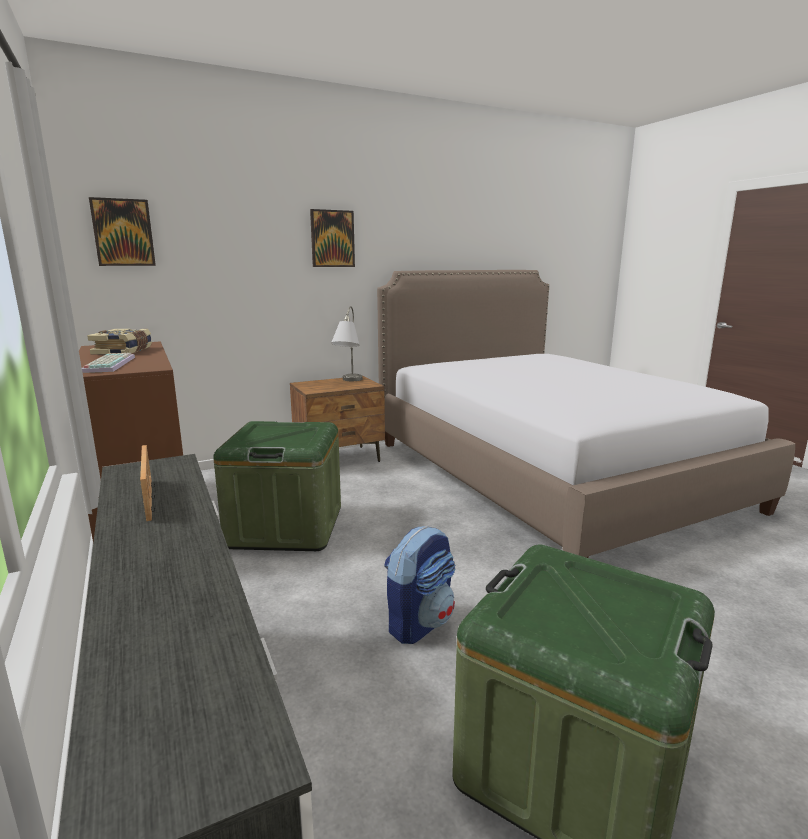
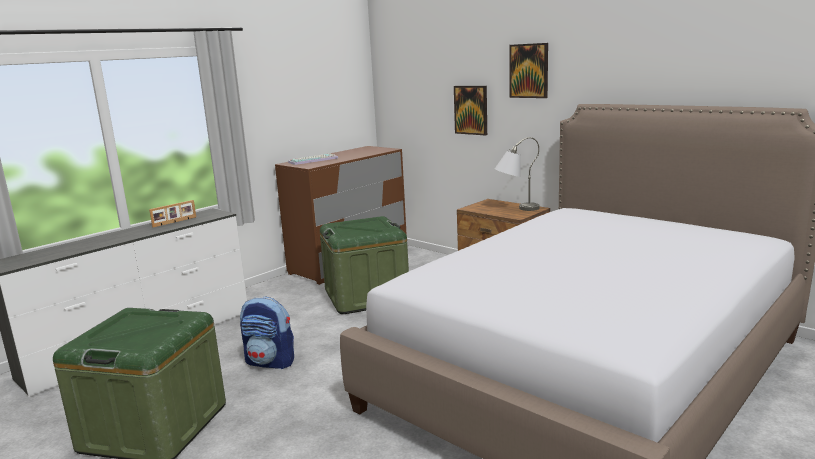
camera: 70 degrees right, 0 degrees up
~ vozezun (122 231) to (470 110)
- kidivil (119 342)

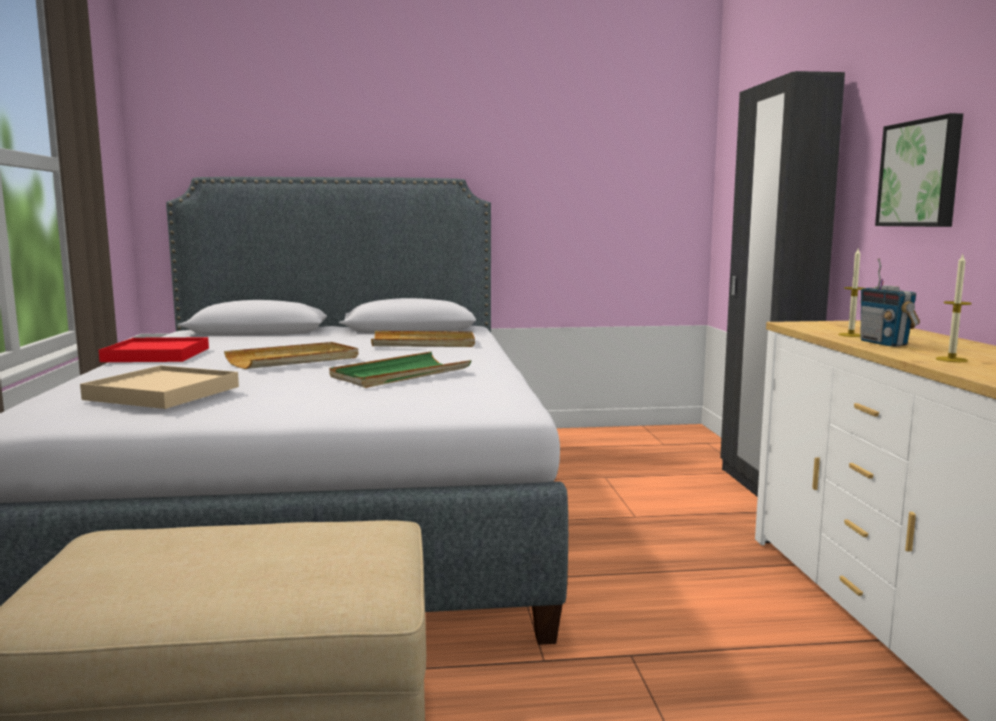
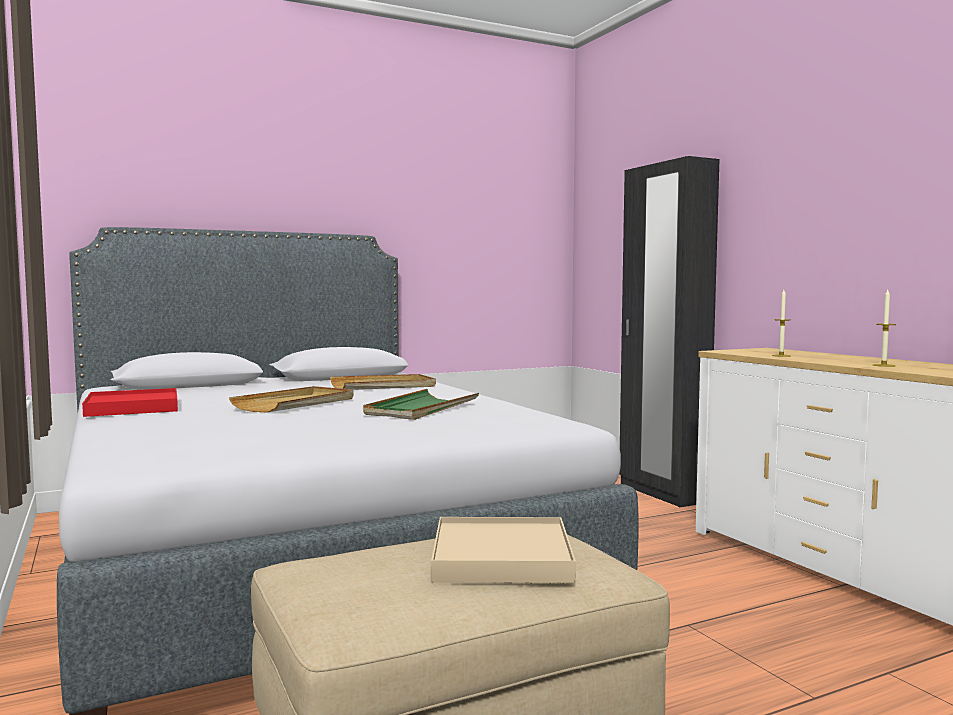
camera: 20 degrees left, 5 degrees down
~ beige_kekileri (159 387) to (503 550)
- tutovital (890 302)
- vozezun (919 170)

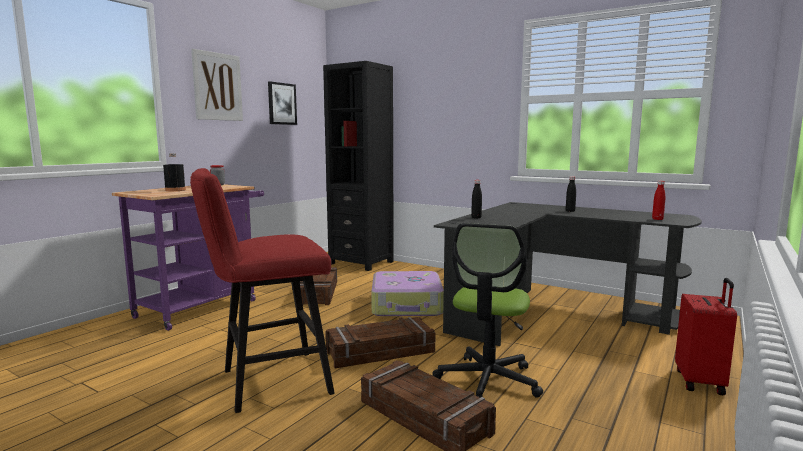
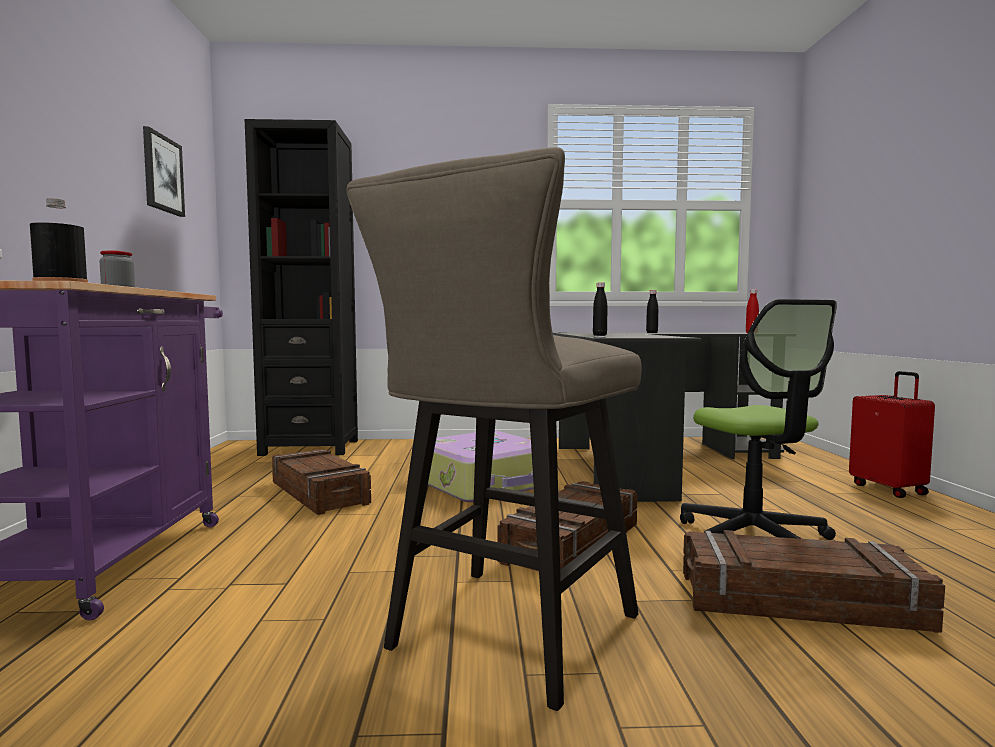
camera: 35 degrees left, 5 degrees down
~ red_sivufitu (262 290) to beige_sivufitu (494 429)
- vozezun (217 85)

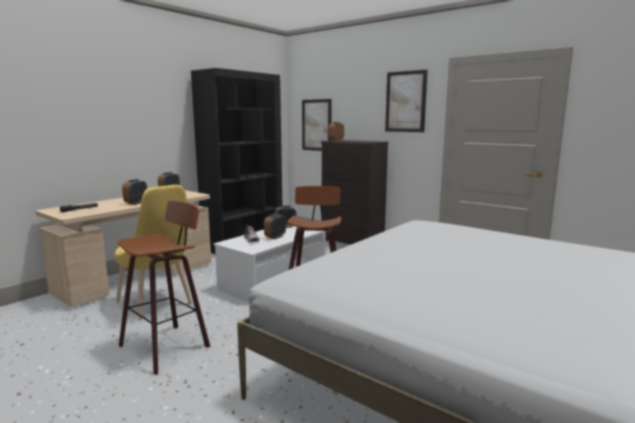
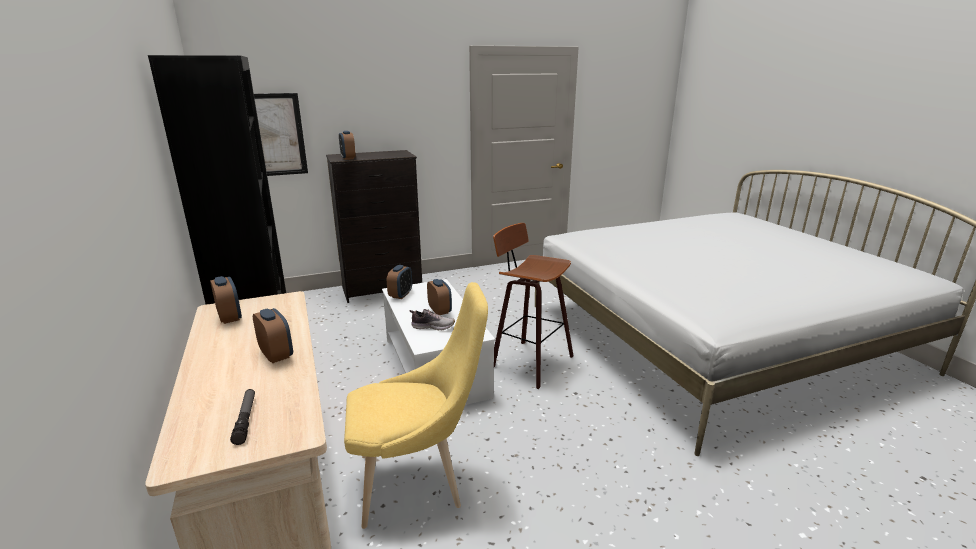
camera: 60 degrees left, 10 degrees up
- sivufitu (164 287)
- vozezun (406 101)

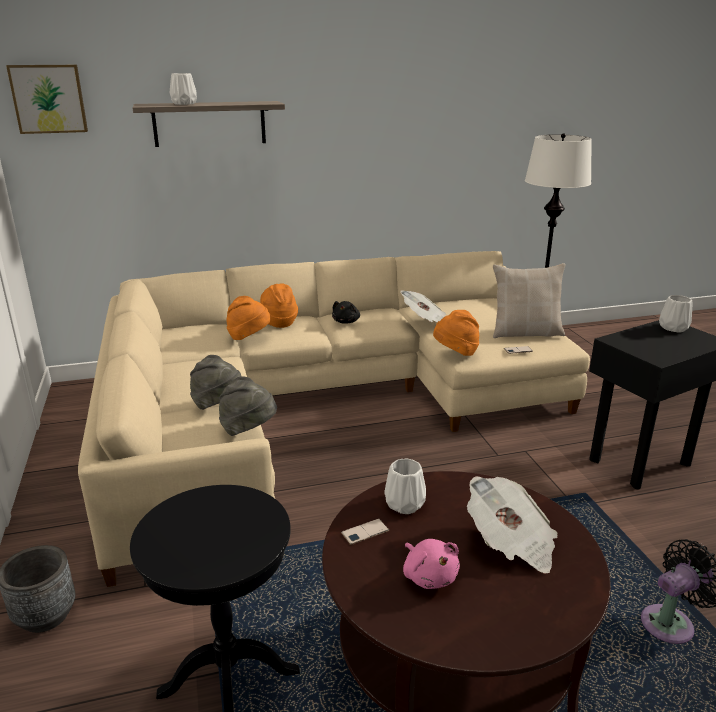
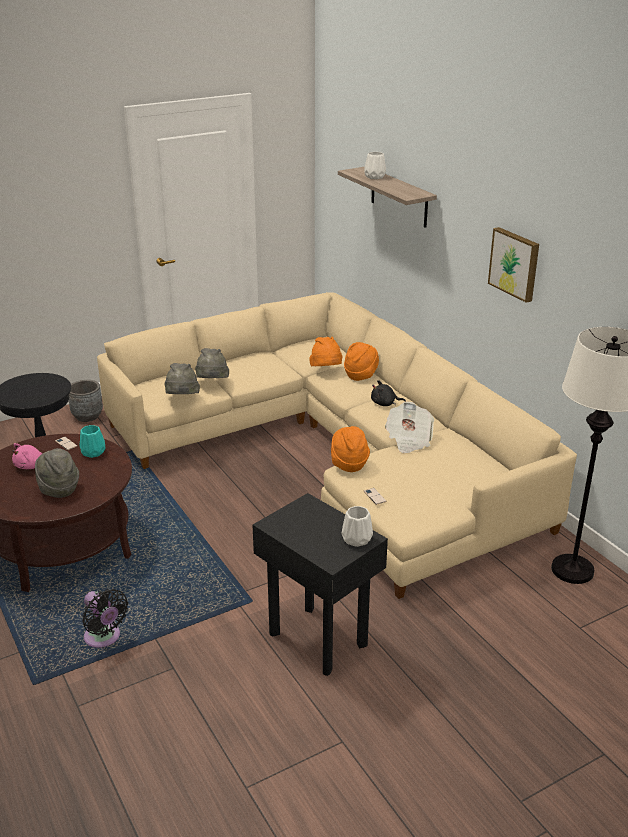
camera: 75 degrees right, 5 degrees up
~ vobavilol (512 525) to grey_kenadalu (57 473)
~ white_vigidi (405 486) to turquoise_vigidi (92 441)
~ vozezun (47 99) to (513 265)
- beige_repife (529 300)

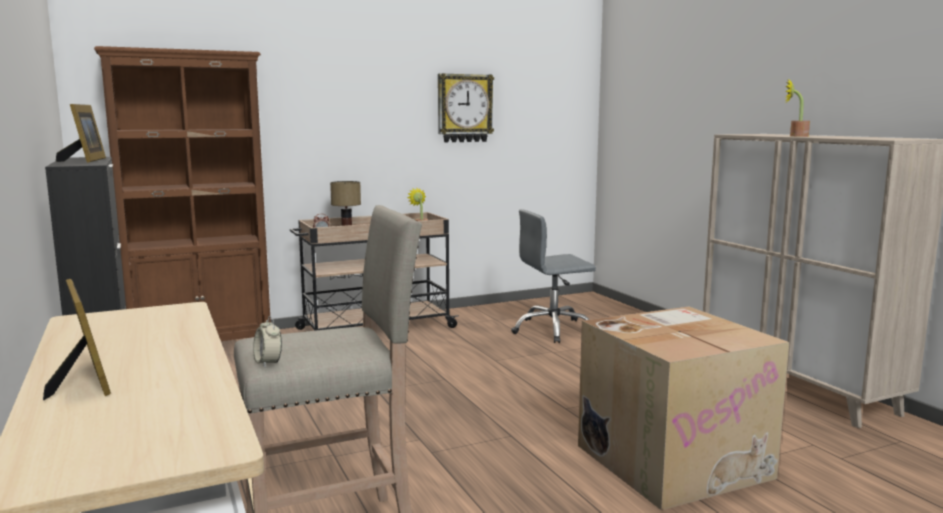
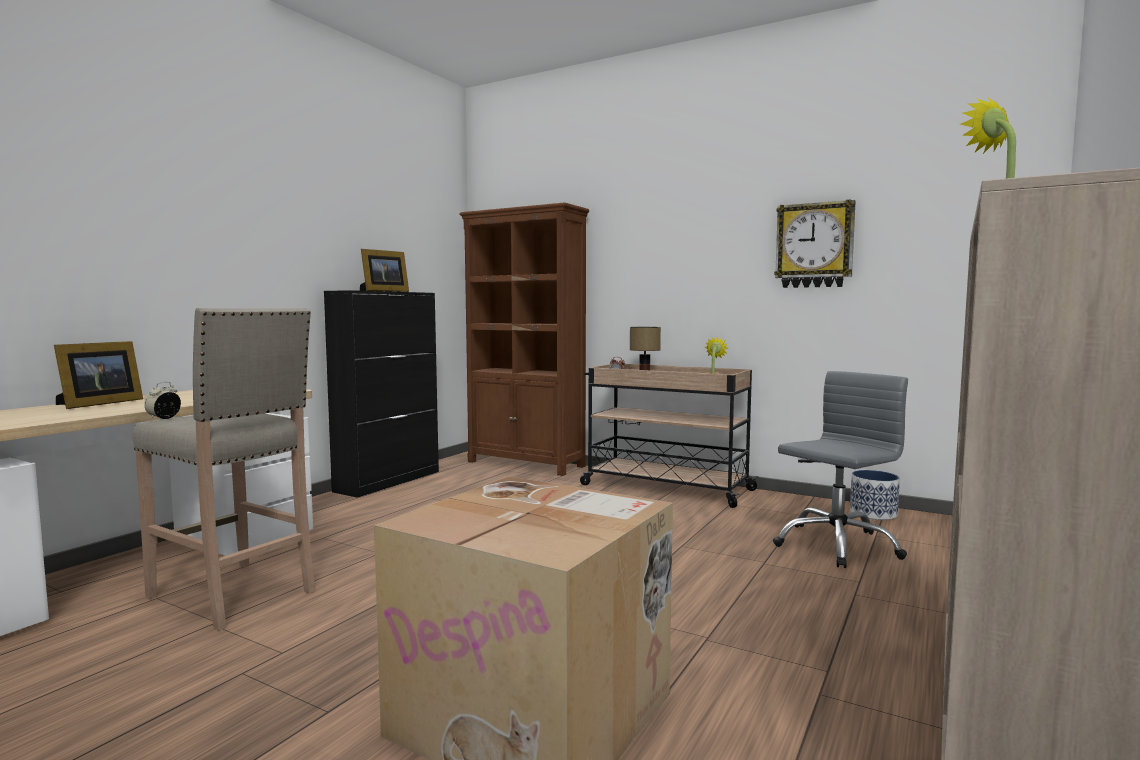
camera: 55 degrees right, 5 degrees down
~ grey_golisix (553 276) = (840 469) 105 degrees clockwise
+ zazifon (875 495)

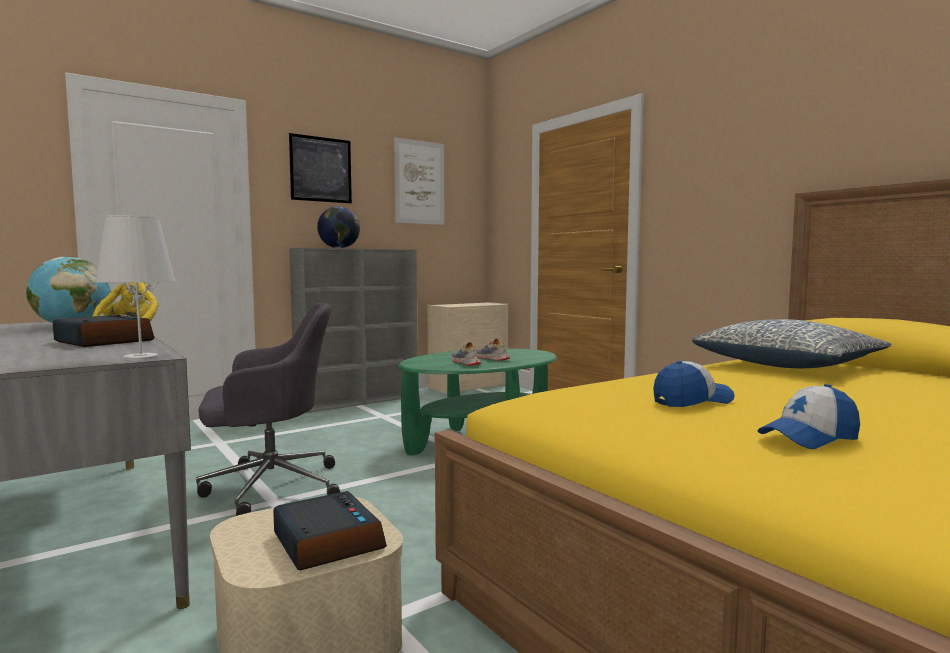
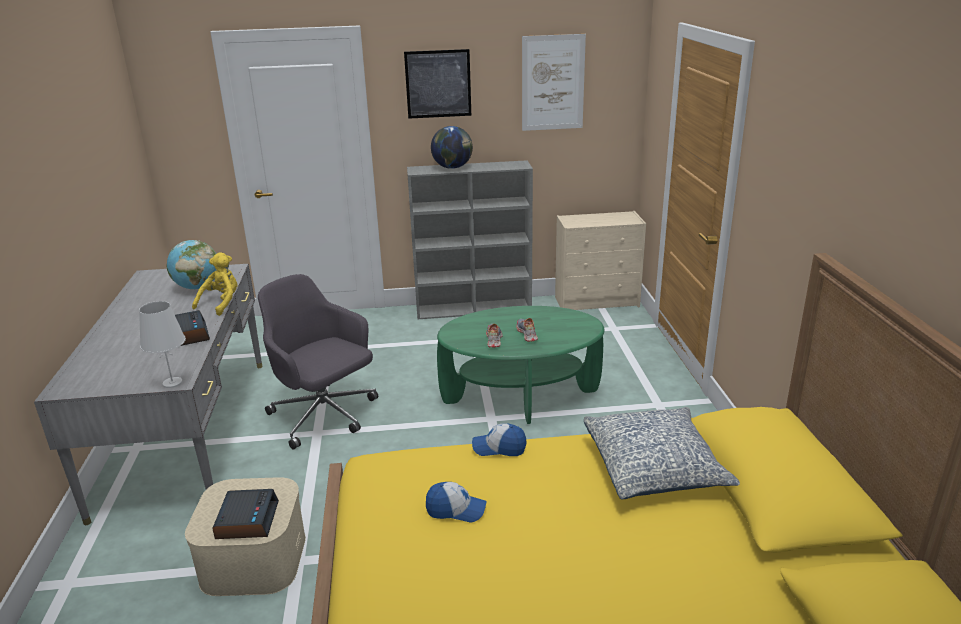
camera: 30 degrees right, 20 degrees up
~ grey_golisix (268 409) = (318 361) 150 degrees counterclockwise
~ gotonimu (809 416) to (499 439)

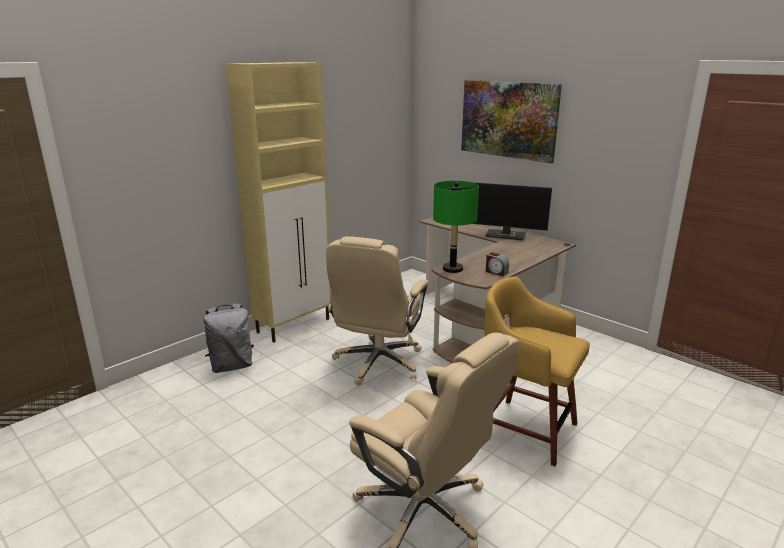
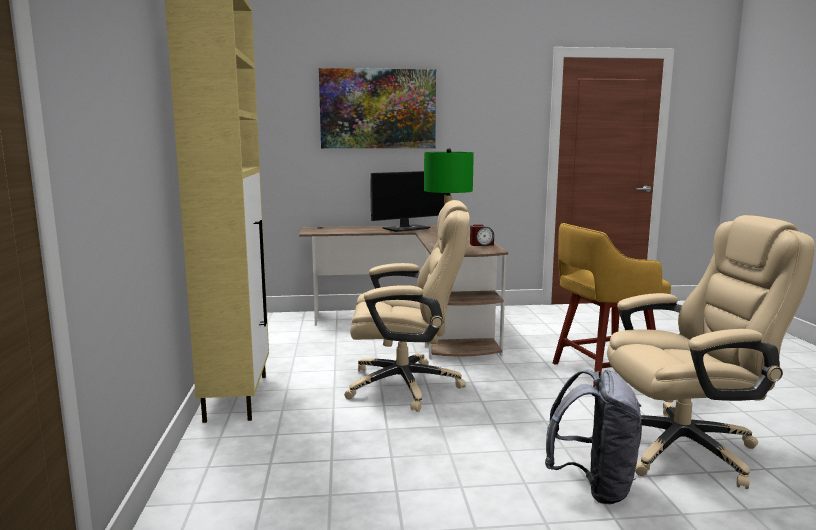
camera: 50 degrees left, 10 degrees down
~ beige_golisix (377 311) = (407 306) 60 degrees counterclockwise
~ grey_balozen (229 338) to (593 436)

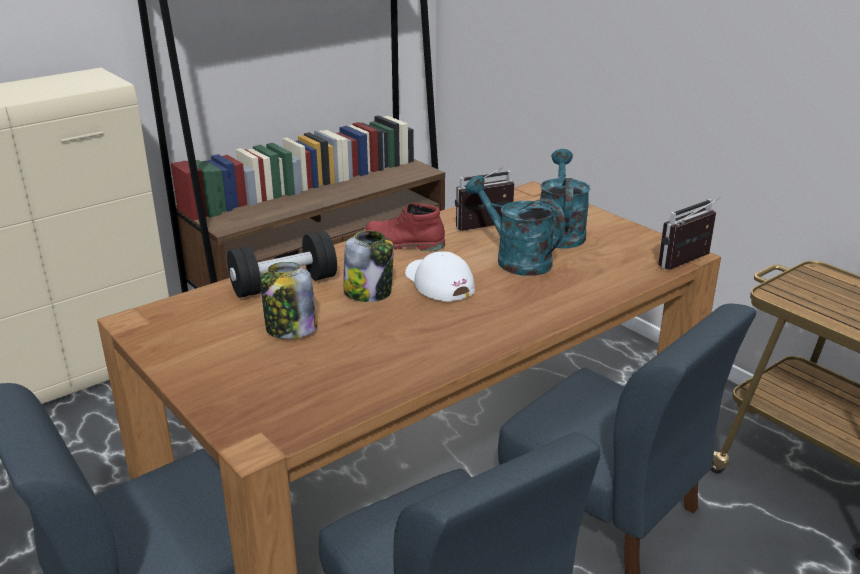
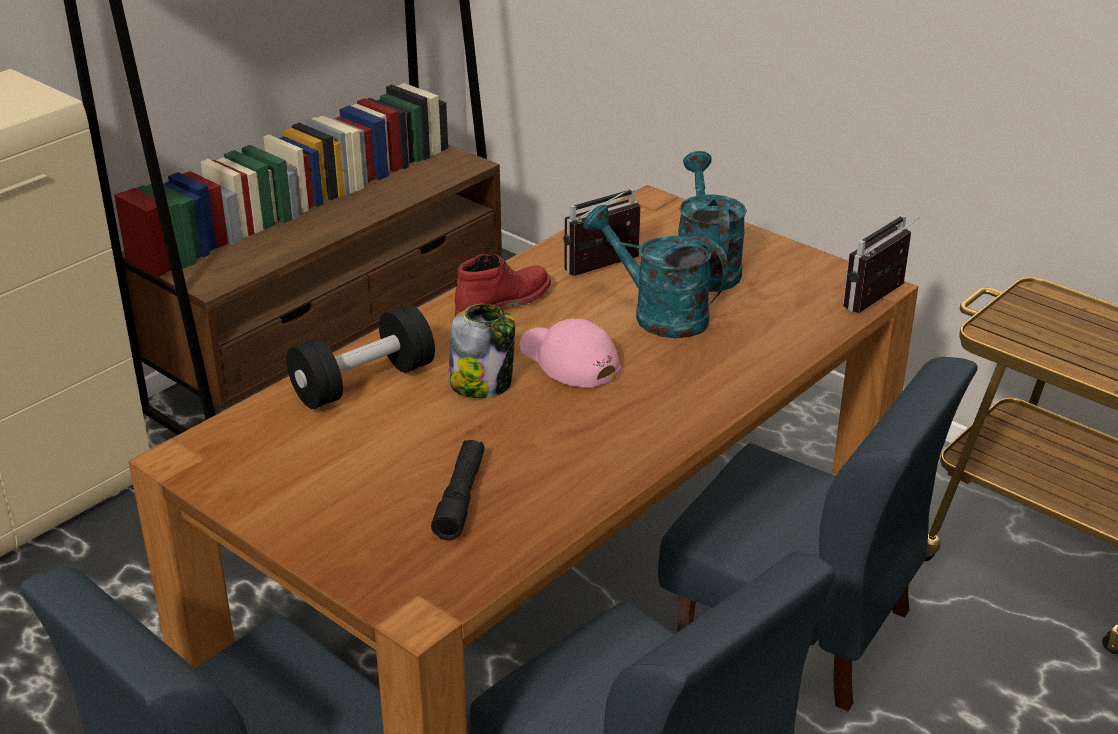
camera: 10 degrees left, 5 degrees up
+ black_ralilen (458 490)
~ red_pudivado (404 227) = (503 285) 135 degrees clockwise
~ white_gotonimu (440 276) to pink_gotonimu (570 352)
- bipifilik (288 300)

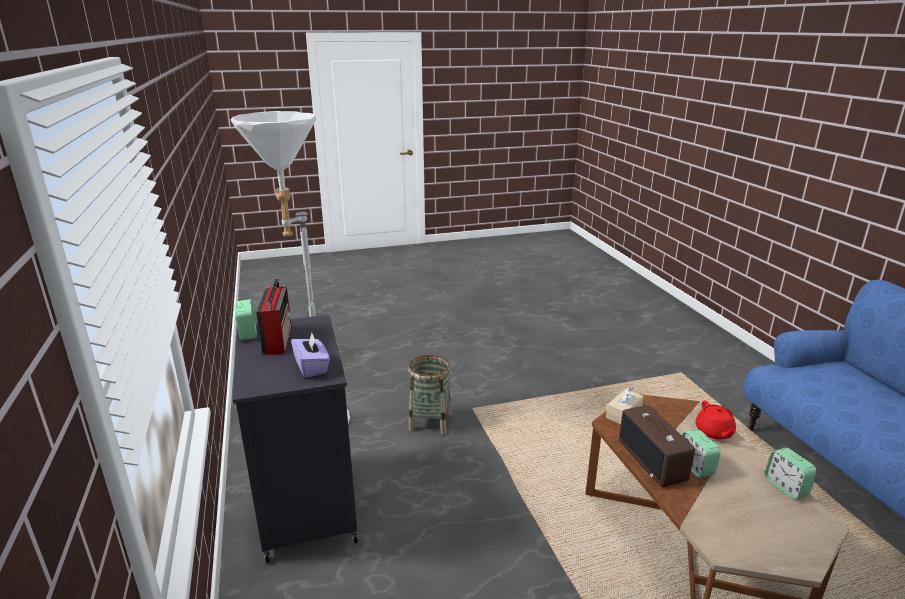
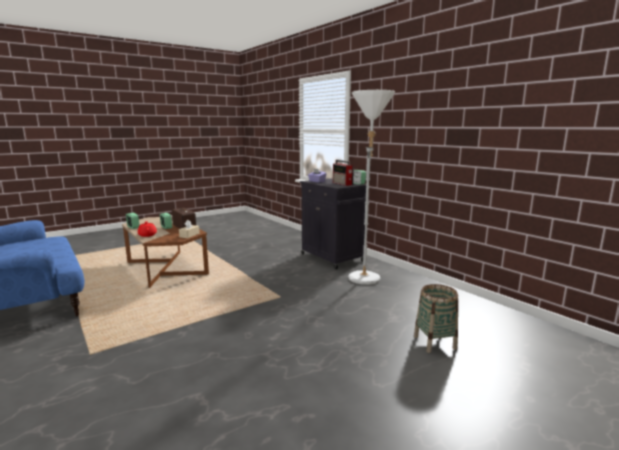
camera: 160 degrees right, 10 degrees down
~ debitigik (430 395) to (436 318)

